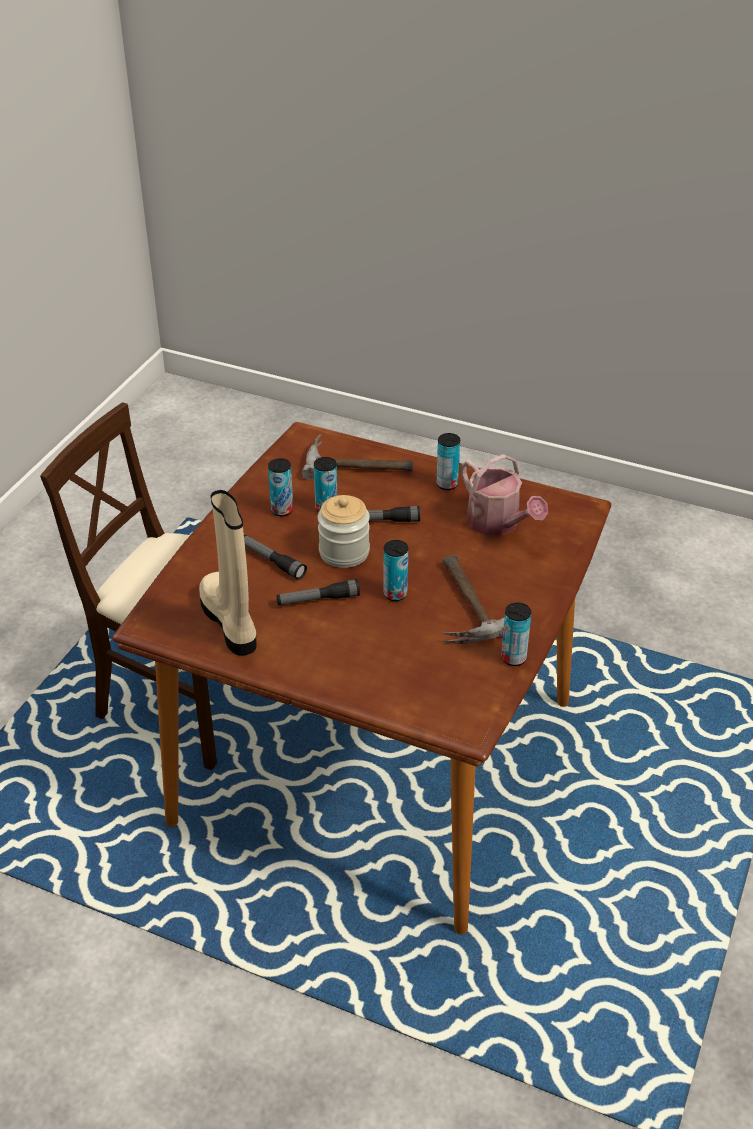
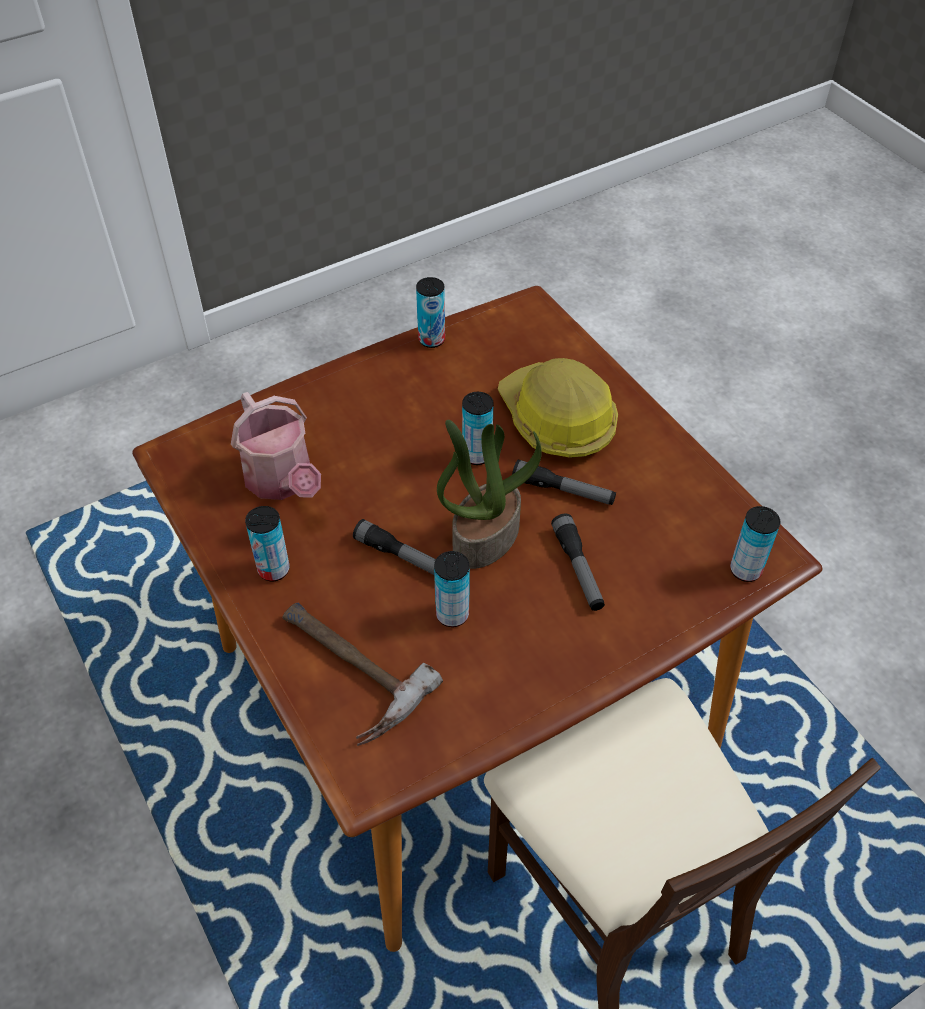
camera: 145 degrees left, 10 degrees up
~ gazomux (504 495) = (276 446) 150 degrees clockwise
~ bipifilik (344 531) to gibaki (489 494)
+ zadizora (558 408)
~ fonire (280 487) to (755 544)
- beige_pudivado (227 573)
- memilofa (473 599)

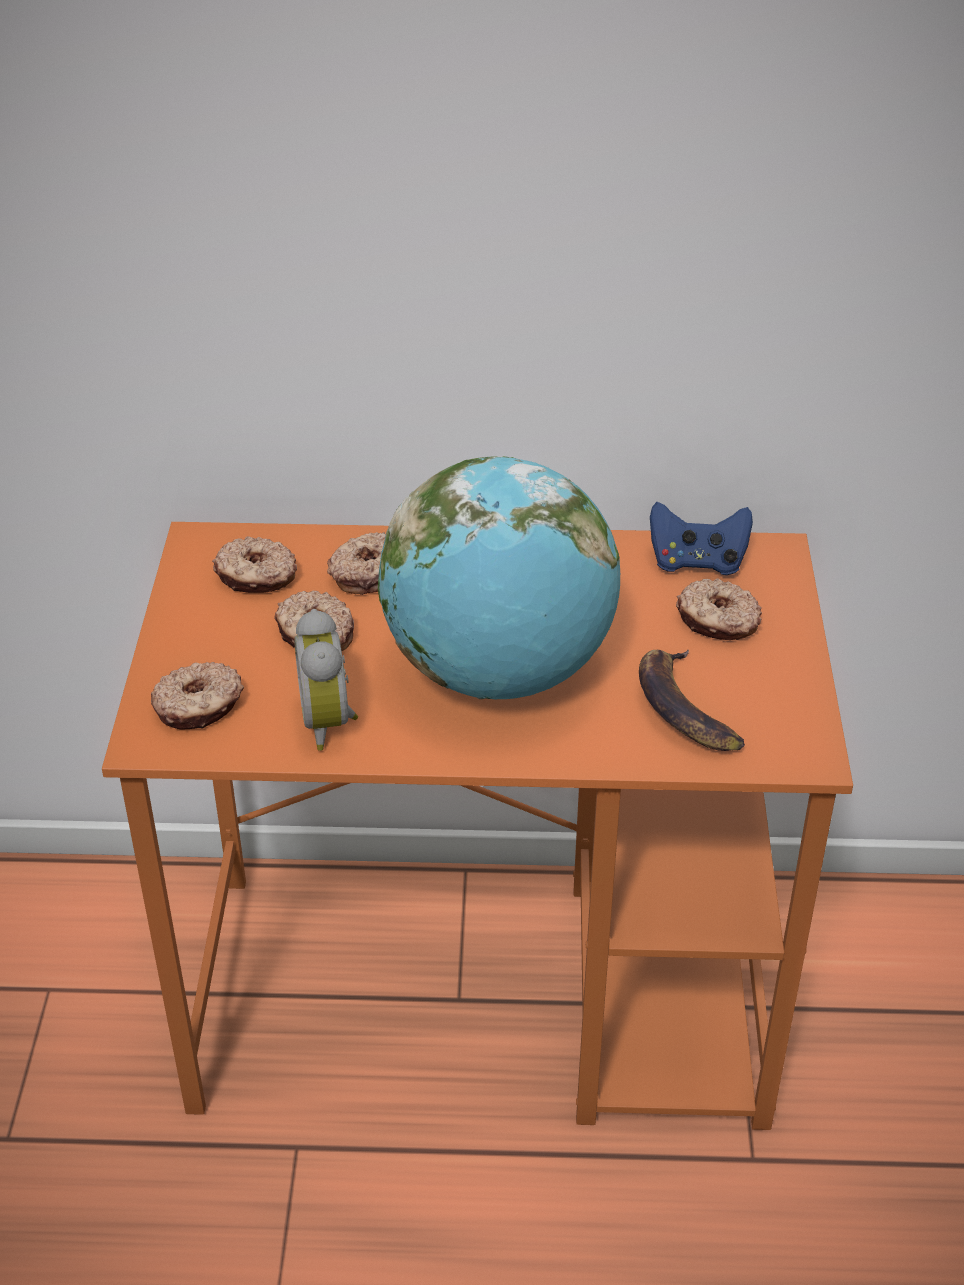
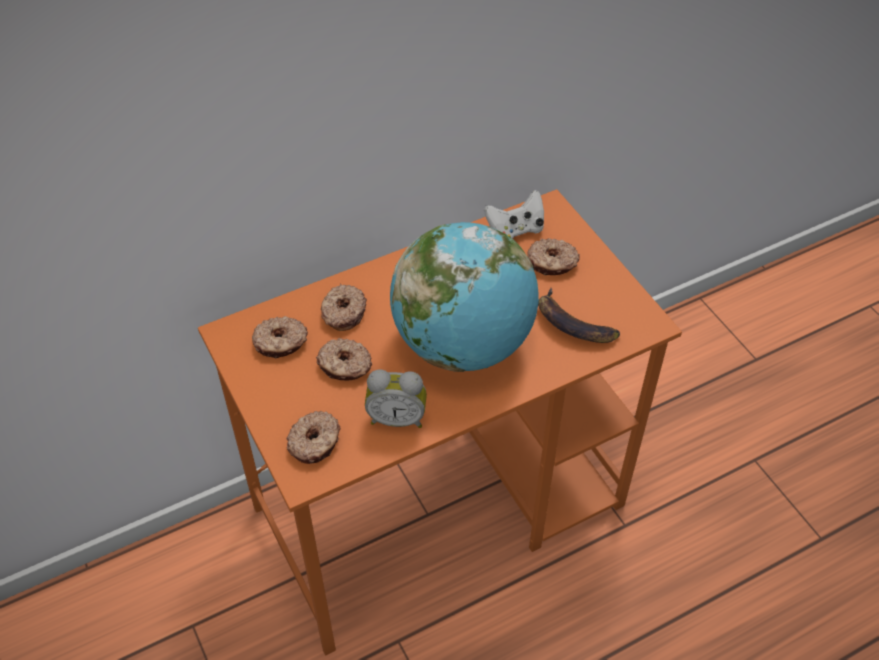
camera: 30 degrees left, 10 degrees up
~ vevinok (326 680) = (396 398) 45 degrees counterclockwise
~ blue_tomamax (701 538) to white_tomamax (514 214)

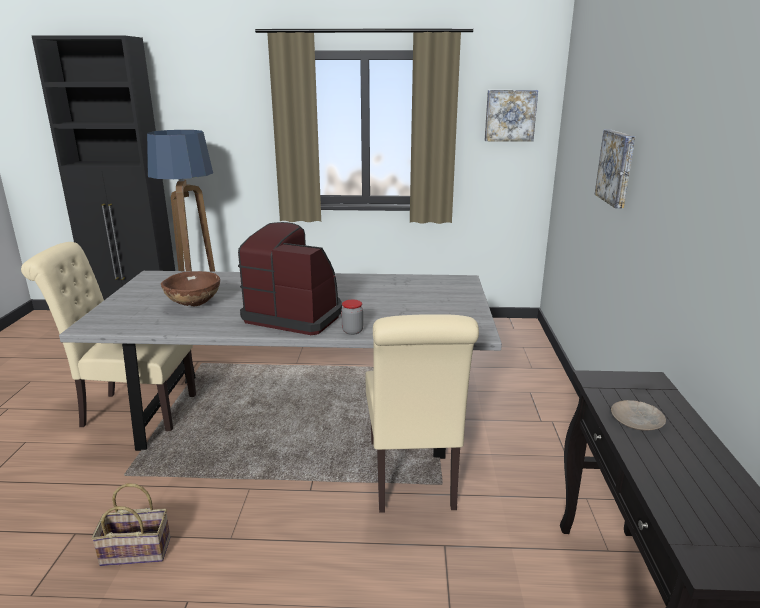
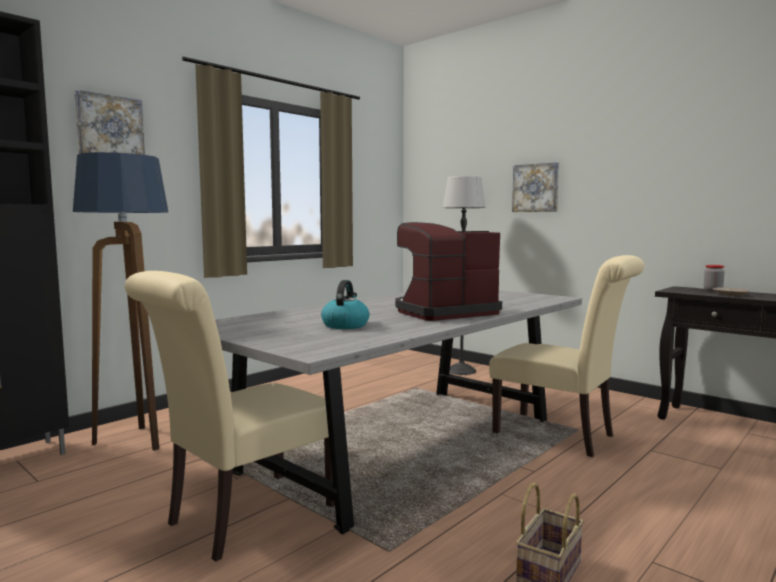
camera: 50 degrees left, 15 degrees down
~ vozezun (511 116) to (109 122)
~ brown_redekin (190 288) to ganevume (345 304)
+ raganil (464 275)
~ bipifilik (352 317) to (714 278)

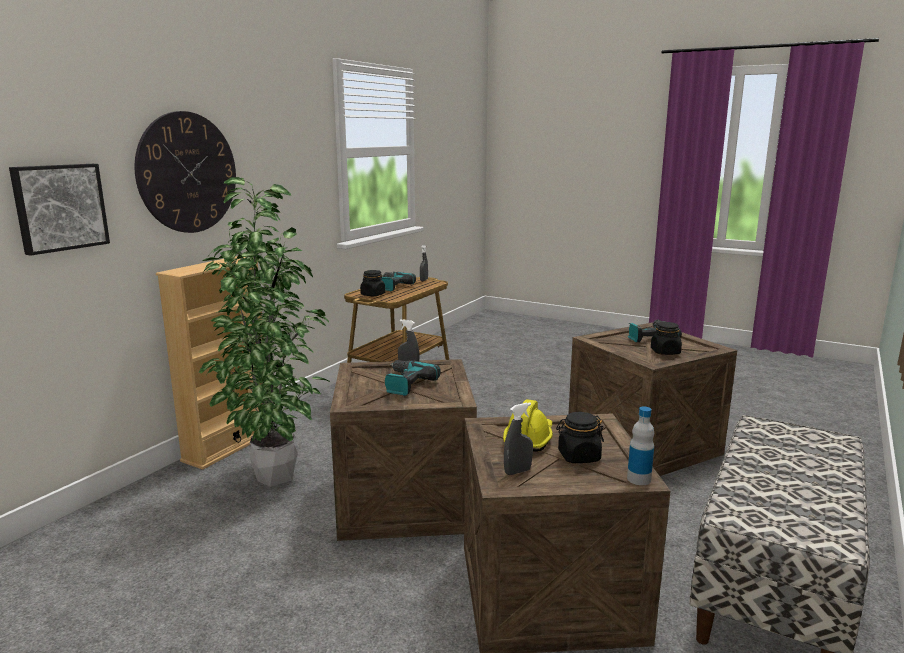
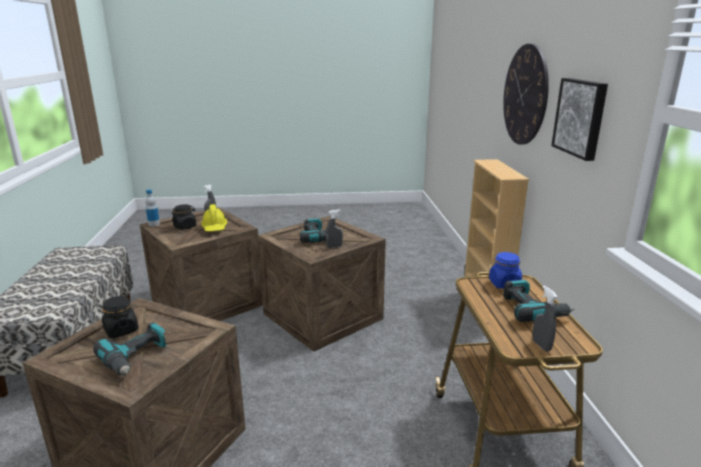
camera: 145 degrees right, 5 degrees up
~ black_bipifilik (372 283) to blue_bipifilik (505 270)
~ vozezun (59 210) to (579 119)
- gibaki (264 332)

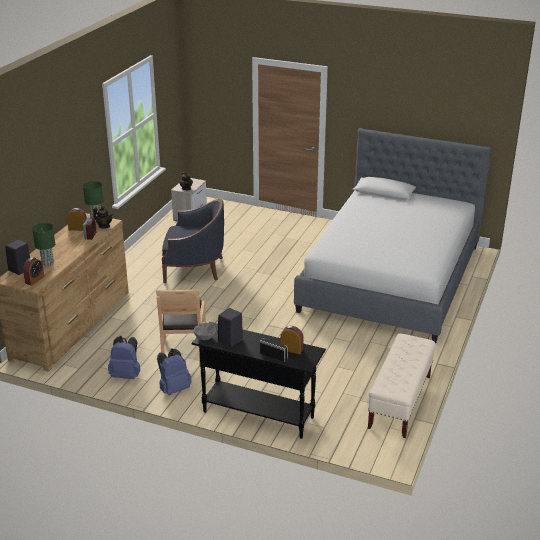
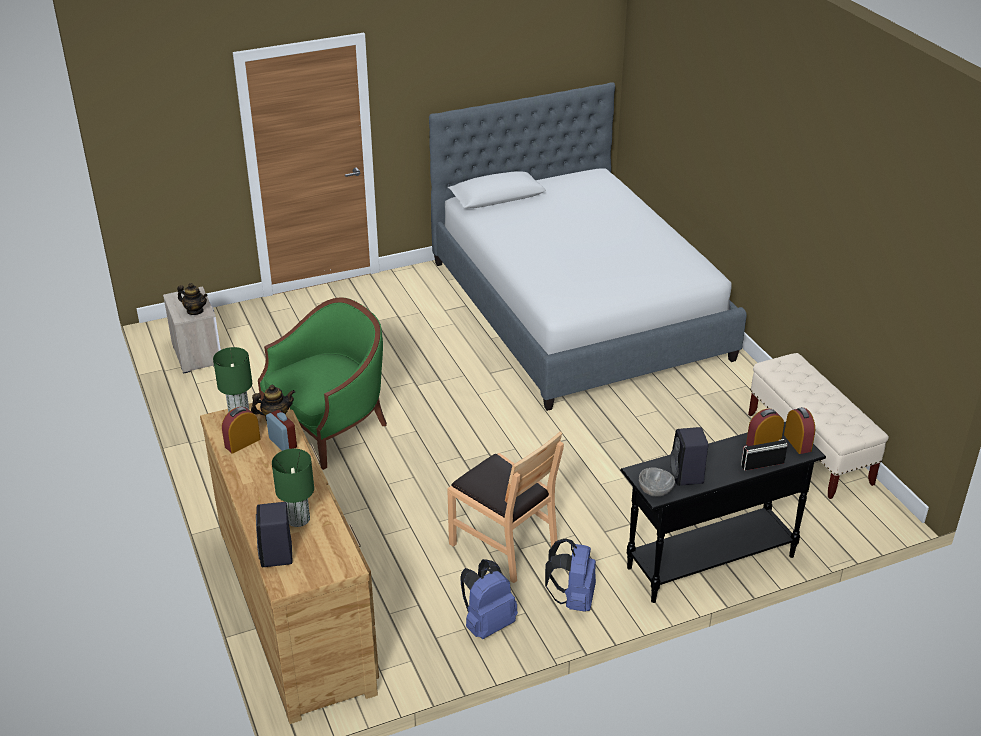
camera: 45 degrees left, 5 degrees up
~ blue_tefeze (193 241) to green_tefeze (322 383)
~ vevinok (34 271) to (799 430)

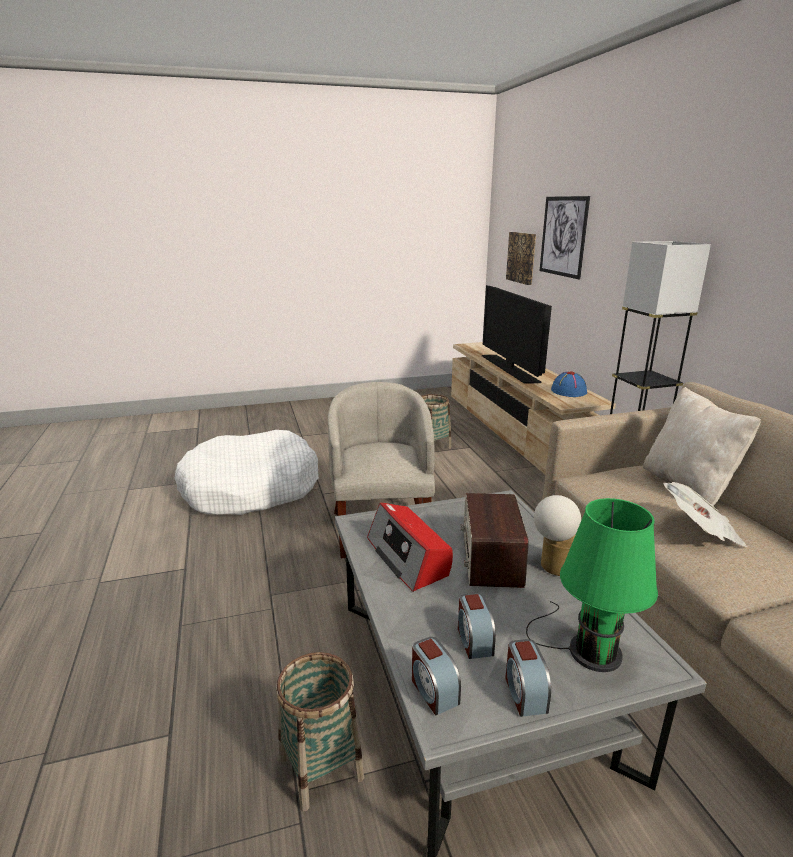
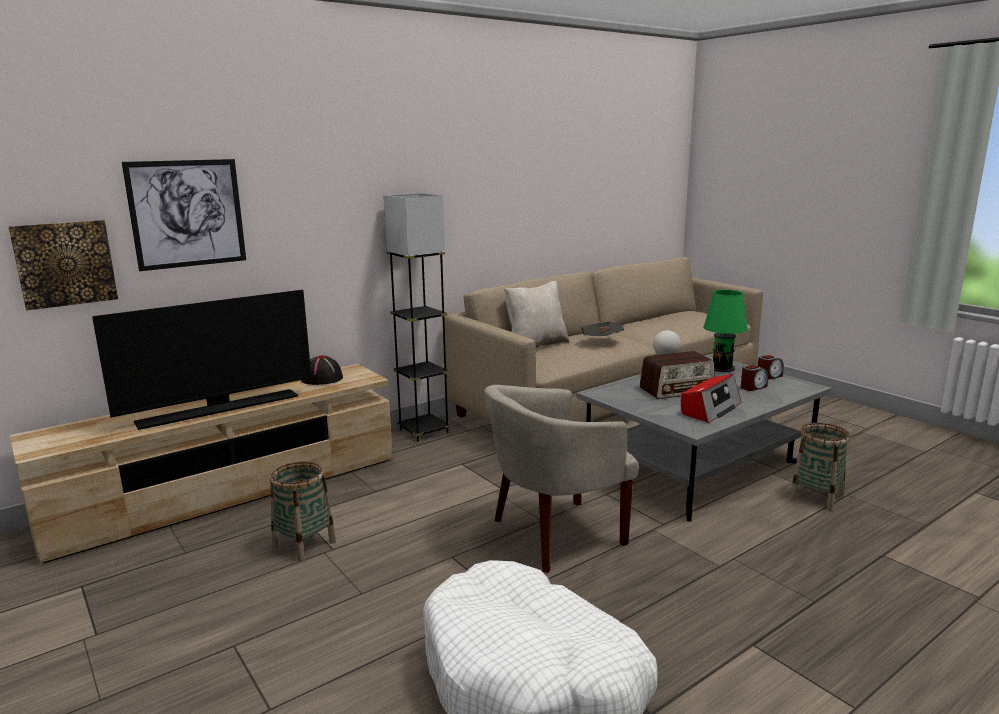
camera: 110 degrees left, 5 degrees down
~ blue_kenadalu (569 384) to black_kenadalu (322 370)
- vevinok (436 676)

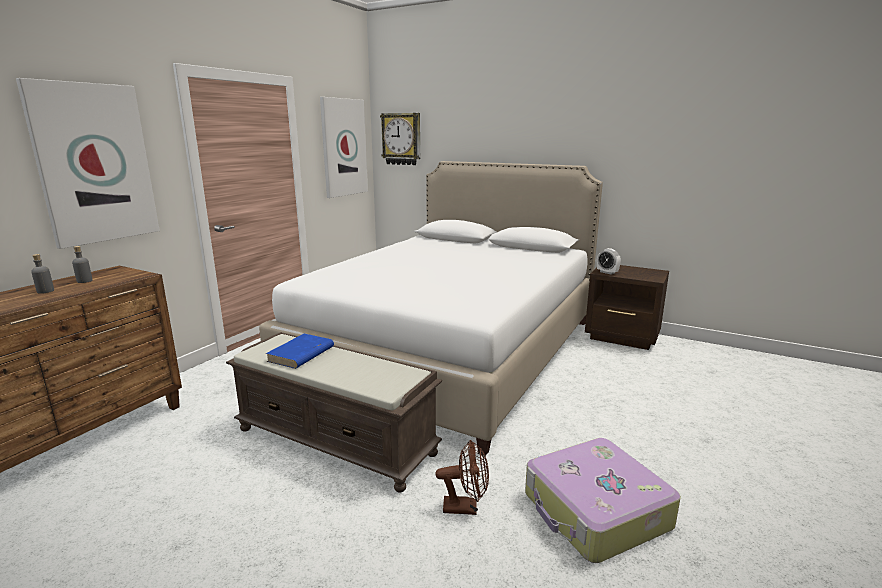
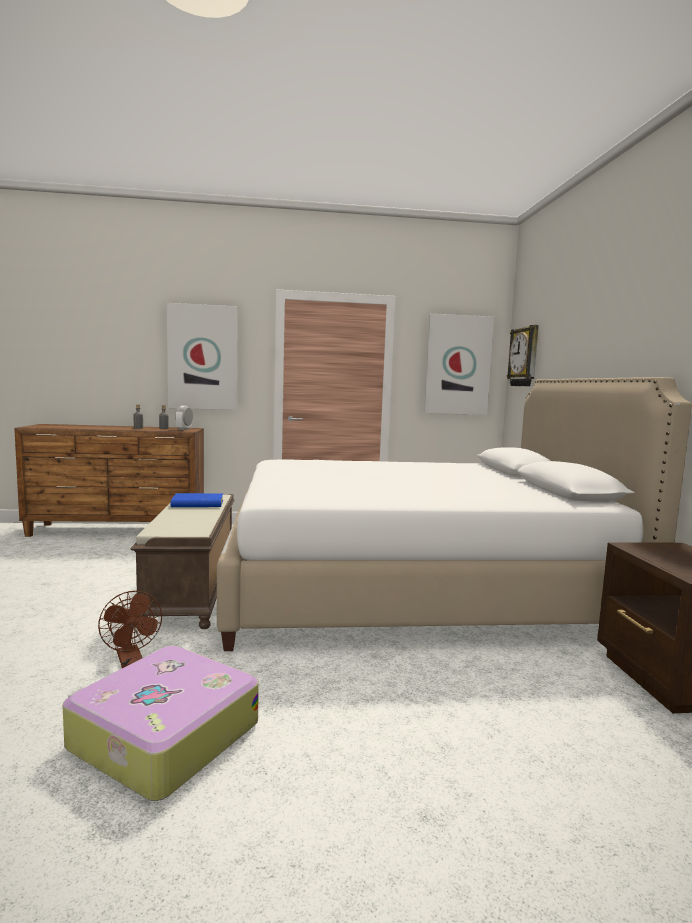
camera: 55 degrees right, 10 degrees down
~ vevinok (609 261) to (184 418)

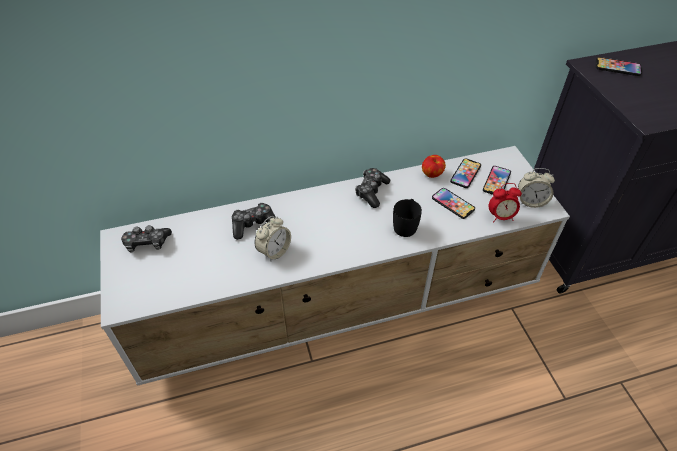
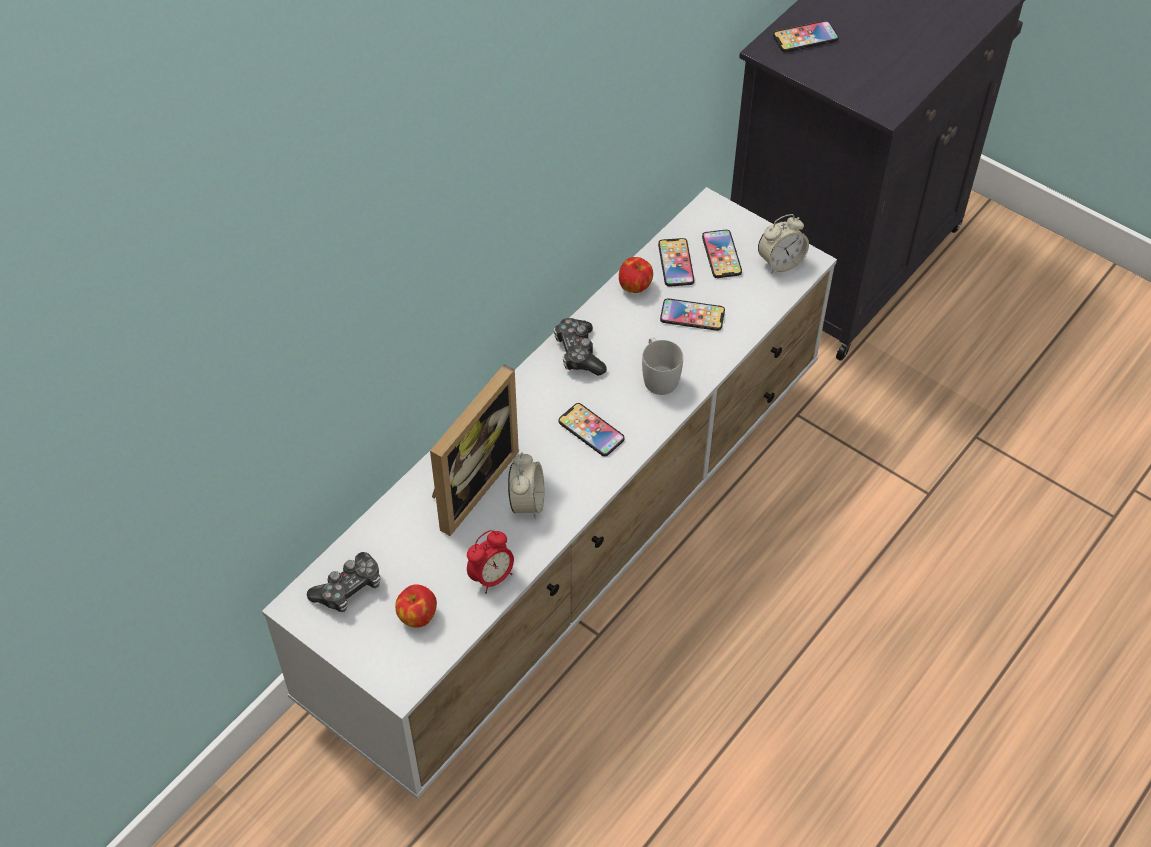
camera: 35 degrees left, 5 degrees up
+ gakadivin (416 606)
~ tomamax (254 221) to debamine (474 450)
~ vevinok (505 203) to (490 562)
+ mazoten (591 429)
~ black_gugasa (407 218) to white_gugasa (662 366)

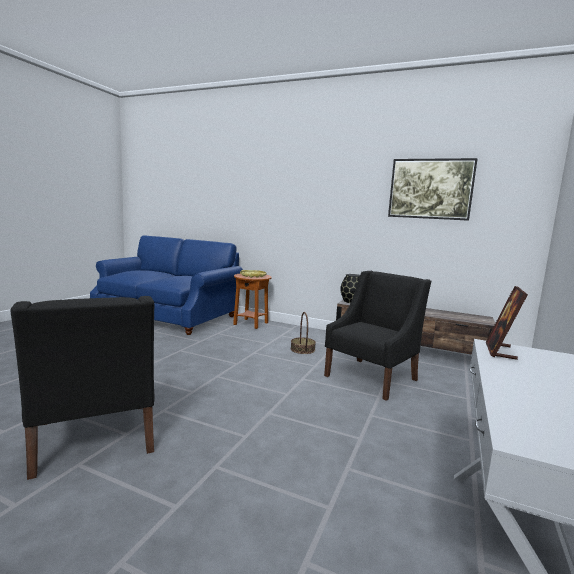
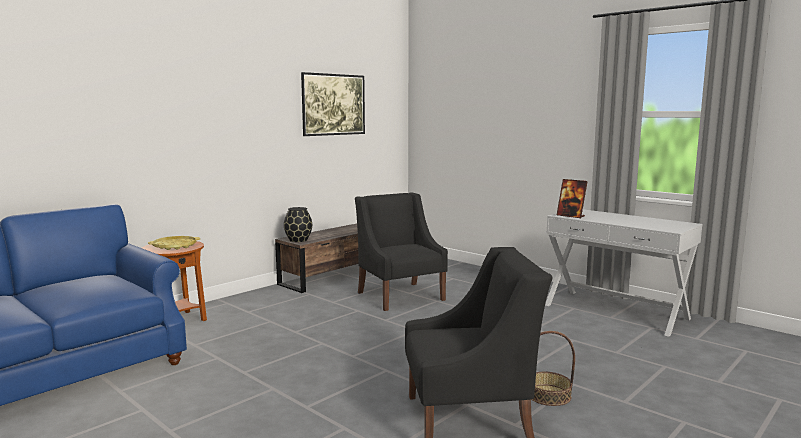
camera: 70 degrees left, 0 degrees up
~ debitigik (303 333) to (553 368)

